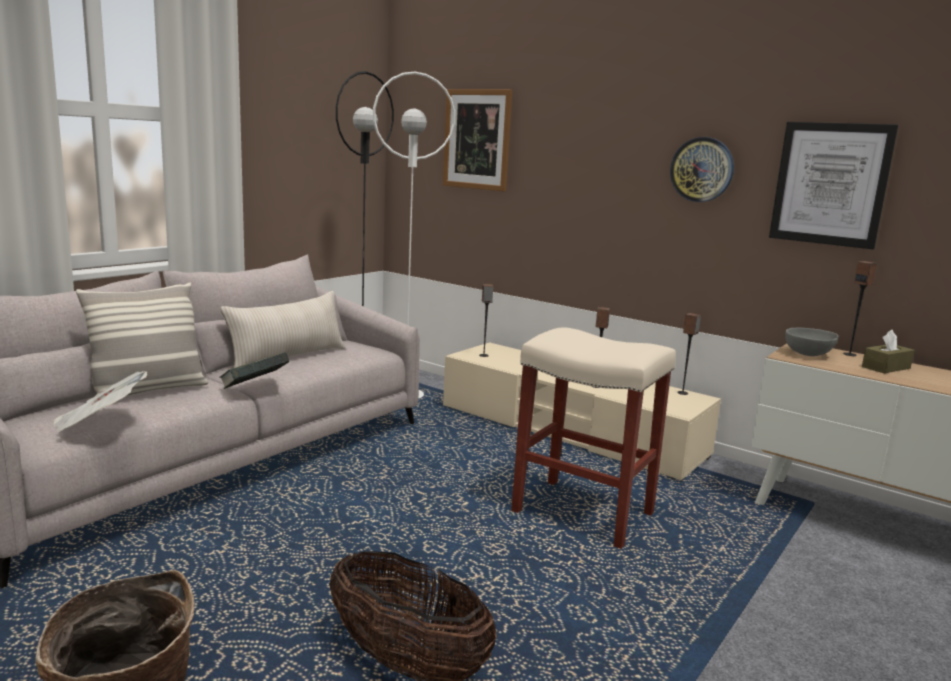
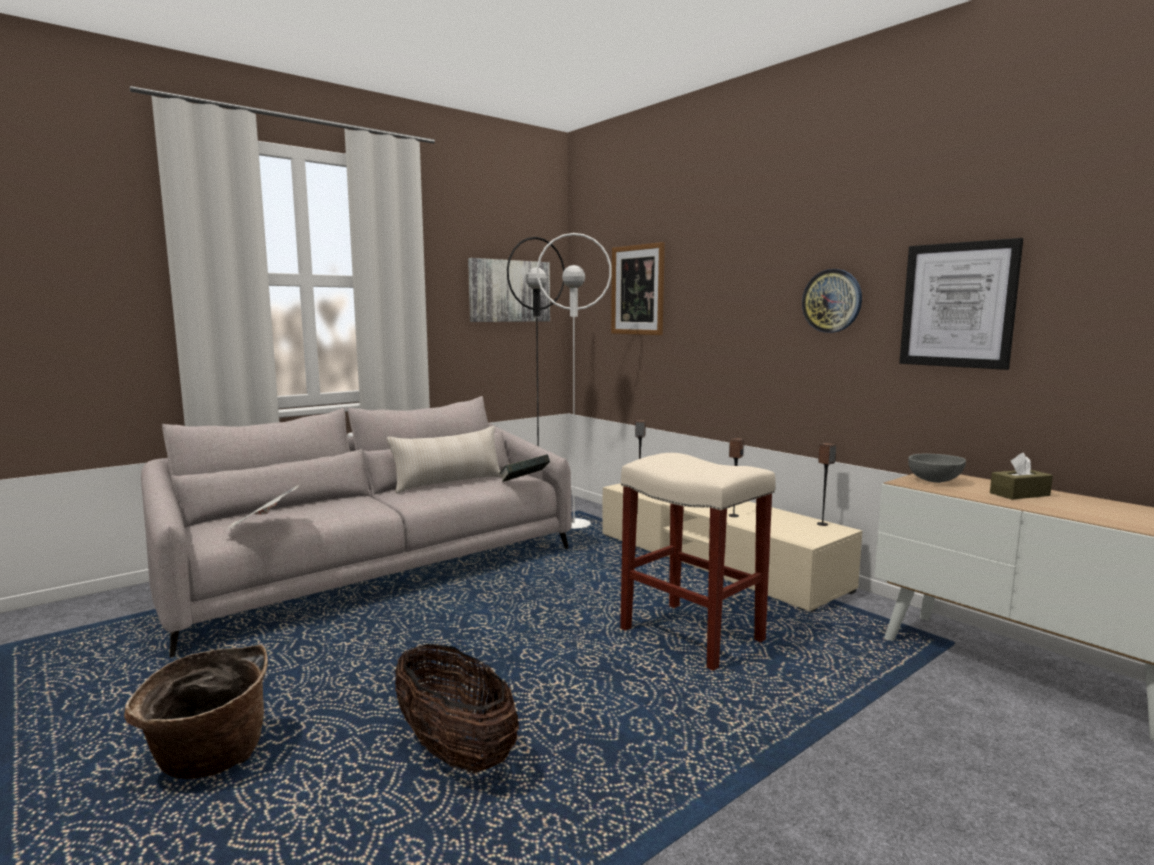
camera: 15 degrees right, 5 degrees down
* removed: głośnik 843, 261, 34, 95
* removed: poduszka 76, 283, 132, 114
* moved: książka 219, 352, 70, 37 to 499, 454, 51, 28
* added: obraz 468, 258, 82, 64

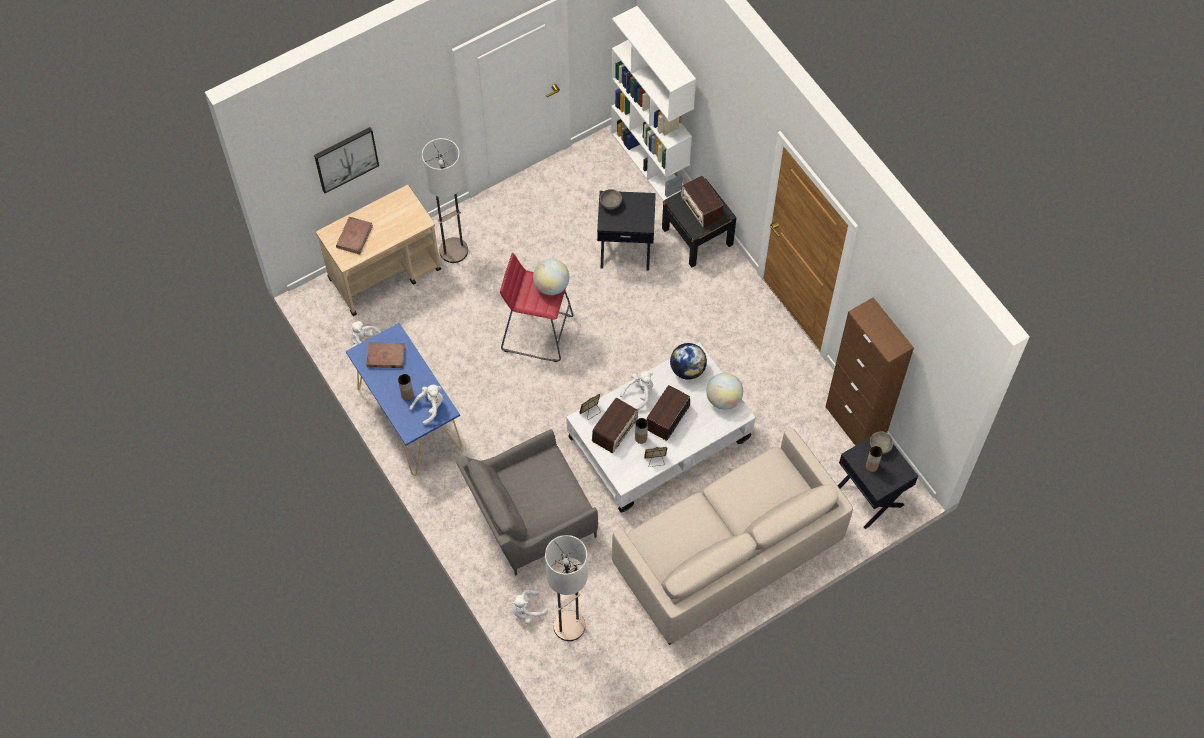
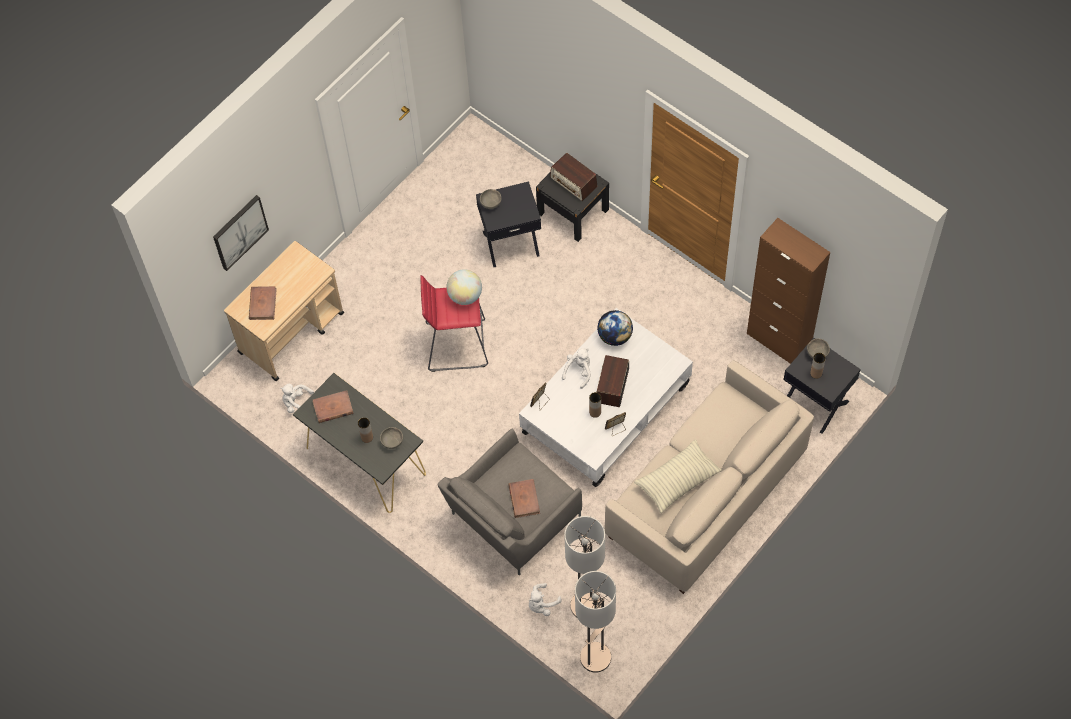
camera: 15 degrees left, 0 degrees up
* removed: regał [biały] 611, 6, 85, 195
* moved: lampa stojąca 422, 138, 46, 125 to 575, 571, 41, 102
* recoloured: stolik konsolowy [niebieski] 346, 323, 116, 153 to stolik konsolowy [czarny] 293, 373, 133, 140
* removed: globus 706, 373, 37, 37
* replaced: pluszak [biały] 409, 385, 34, 40 to miska [szary] 380, 427, 23, 22
* removed: radio 592, 397, 46, 56
* added: poduszka 634, 440, 88, 73
* added: książka [brązowy] 508, 479, 32, 39

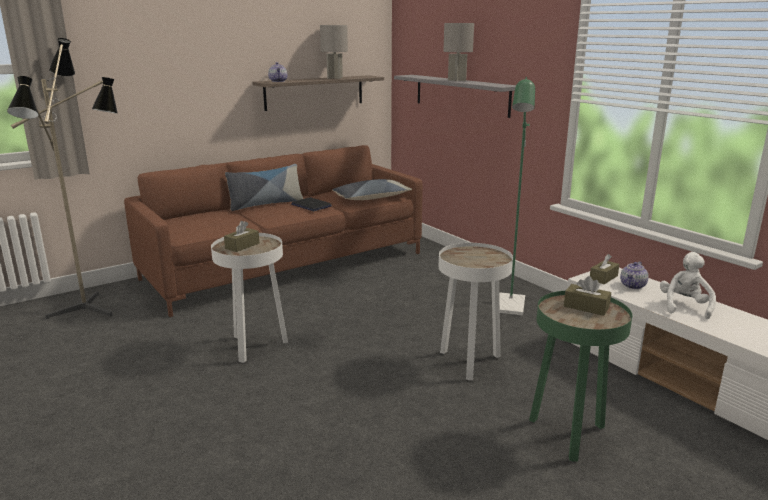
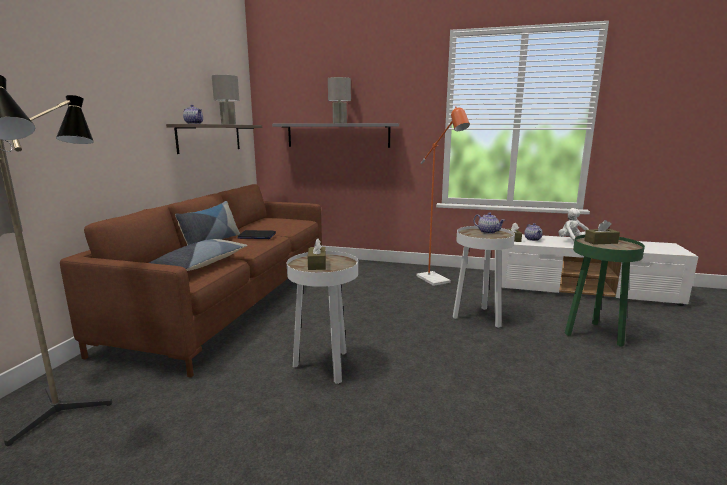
camera: 40 degrees left, 5 degrees down
* recoloured: lampa stojąca [zielony] 499, 77, 36, 238 to lampa stojąca [pomarańczowy] 417, 106, 53, 180
* moved: poduszka 332, 179, 80, 21 to 149, 239, 98, 32
* added: imbryk 474, 213, 31, 21

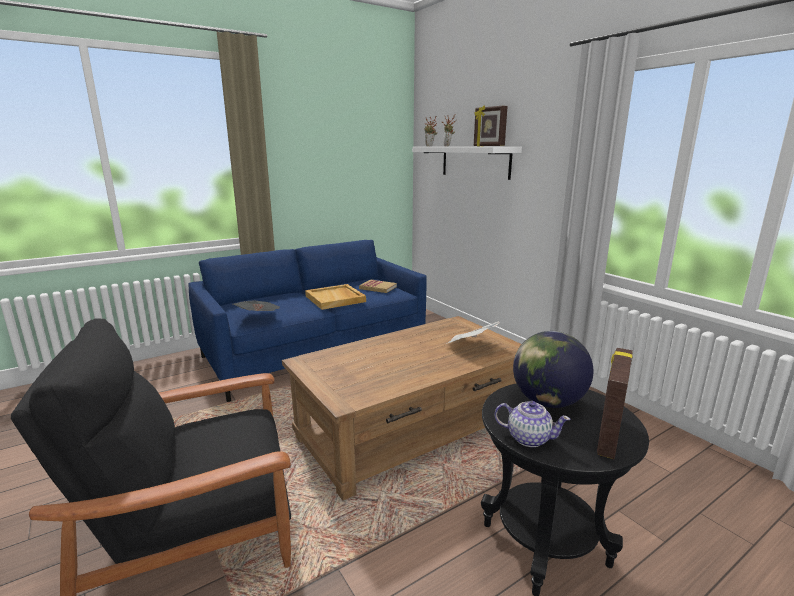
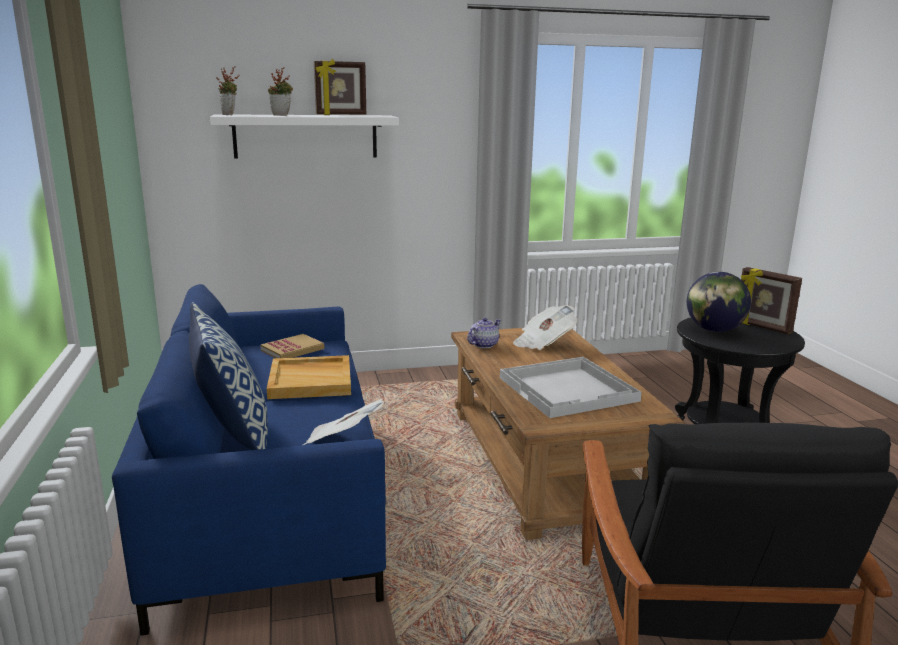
camera: 70 degrees left, 0 degrees up
* moved: imbryk 495, 401, 75, 46 to 467, 318, 34, 30
* added: poduszka 189, 302, 79, 148
* added: taca [biały] 500, 357, 142, 61

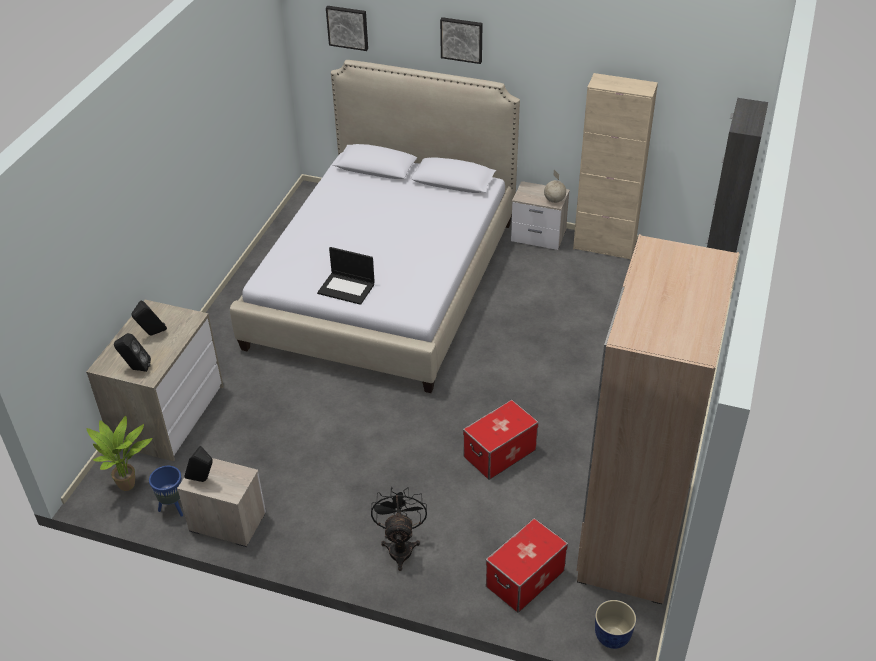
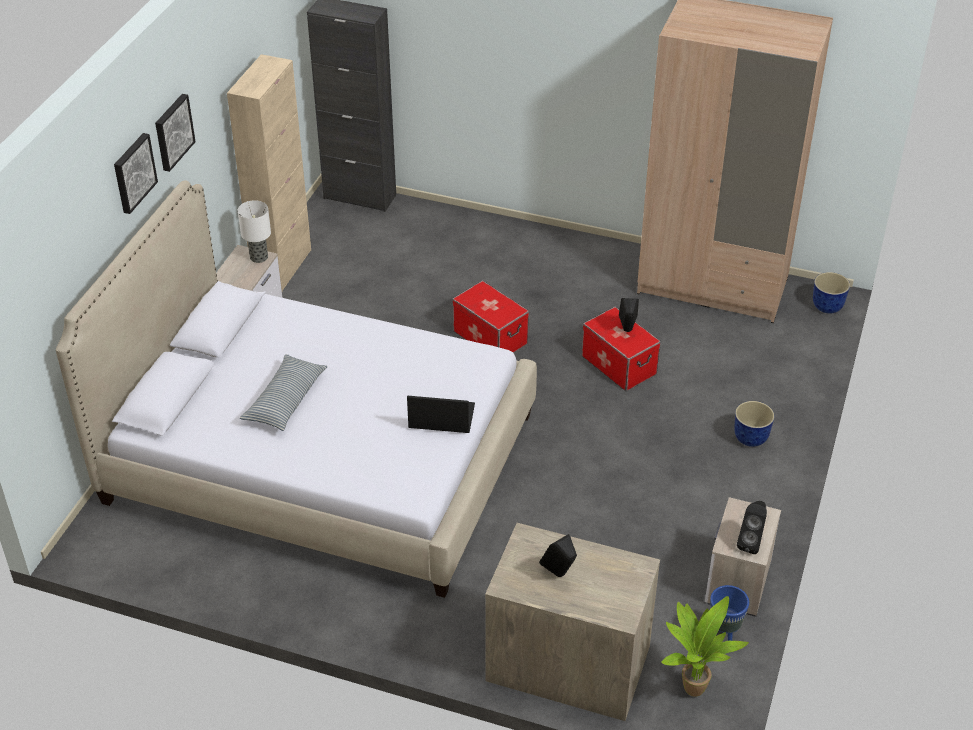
camera: 90 degrees left, 0 degrees up
* moved: obraz 326, 6, 42, 45 to 155, 94, 41, 78
* replaced: globus 544, 170, 22, 33 to lampa stołowa 238, 200, 33, 63
* turned: laptop 317, 247, 58, 58 = 407, 396, 68, 37 105 degrees counterclockwise
* moved: głośnik [czarny] 114, 333, 37, 39 to 619, 298, 20, 34
* replaced: wentylator [czarny] 371, 487, 56, 84 to donica 734, 401, 40, 46
* moved: pojemnik do przechowywania 486, 518, 82, 95 to 452, 280, 77, 73
* added: poduszka 240, 354, 88, 77

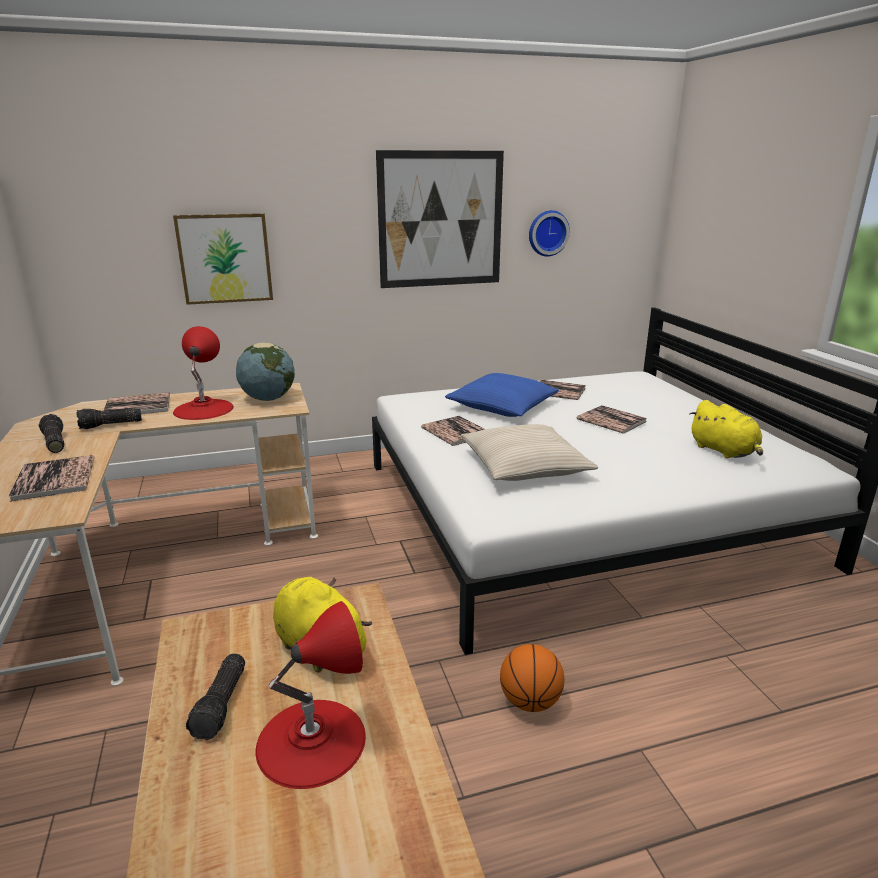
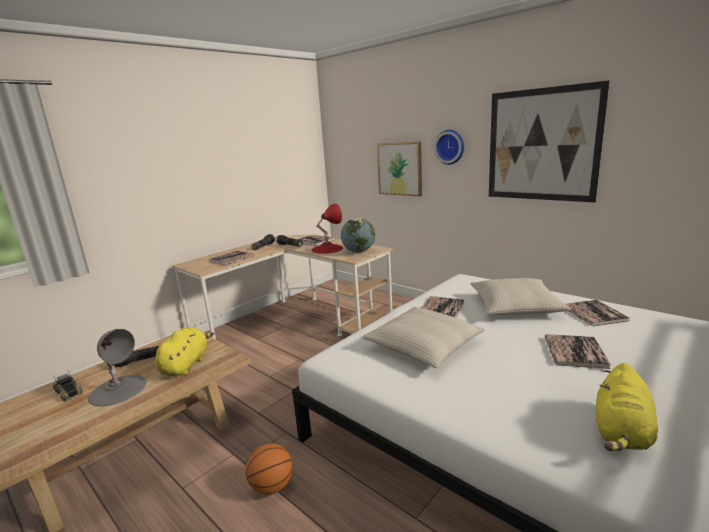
camera: 60 degrees right, 5 degrees down
* moved: zegar ścienny 529, 210, 41, 46 to 434, 130, 30, 35
* recoloured: poduszka [niebieski] 445, 373, 114, 44 to poduszka [beżowy] 470, 278, 101, 37
* recoloured: lampa stołowa [czerwony] 256, 601, 110, 188 to lampa stołowa [szary] 88, 329, 59, 77
* added: ciężarówka zabawkowa 53, 370, 30, 31

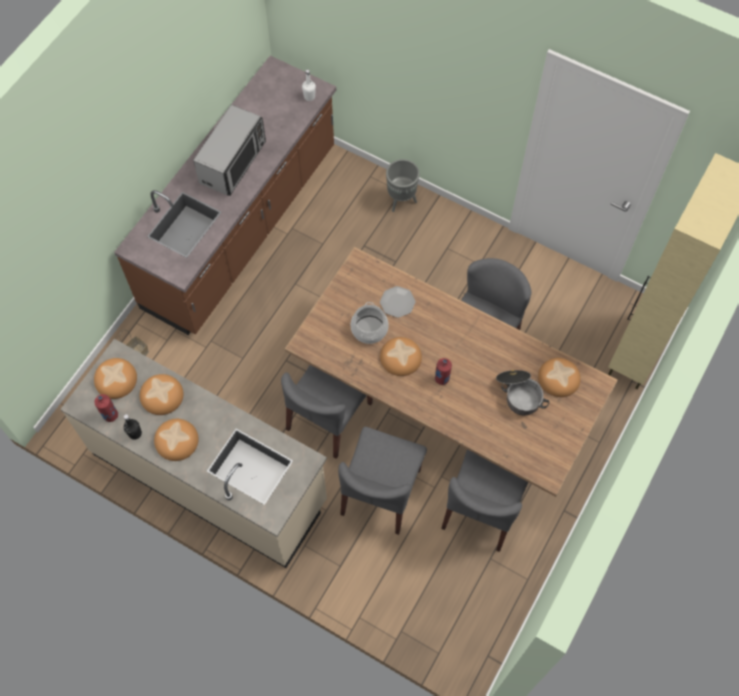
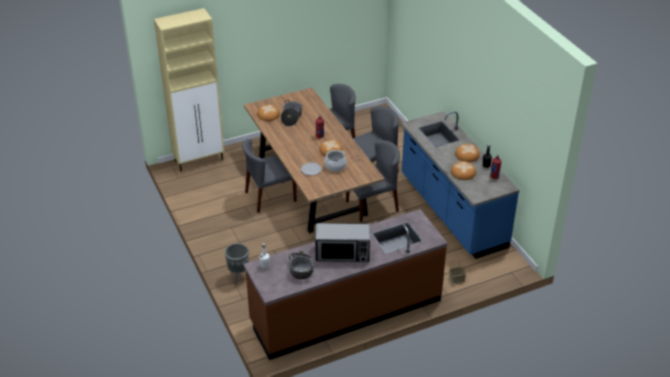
camera: 145 degrees left, 25 degrees down
* turned: mikrofalówka 193, 105, 73, 91 = 315, 223, 55, 39 150 degrees counterclockwise
* recoloured: zabudowa kuchenna [beżowy] 60, 339, 267, 229 to zabudowa kuchenna [niebieski] 401, 111, 119, 148
* removed: chleb 94, 358, 43, 41
* added: garnek 289, 251, 25, 28

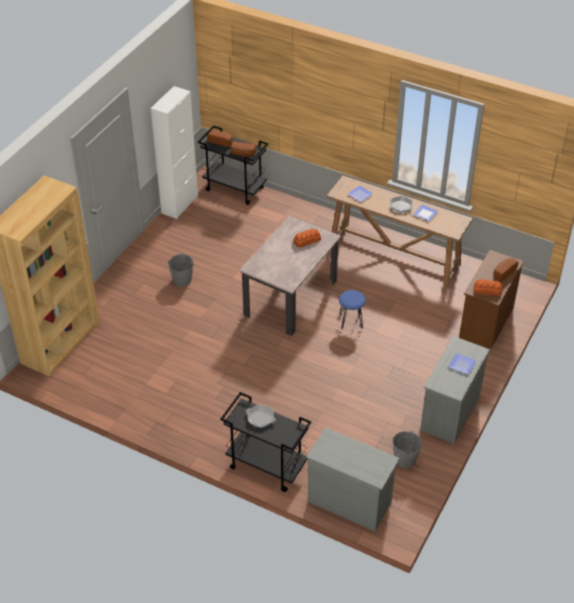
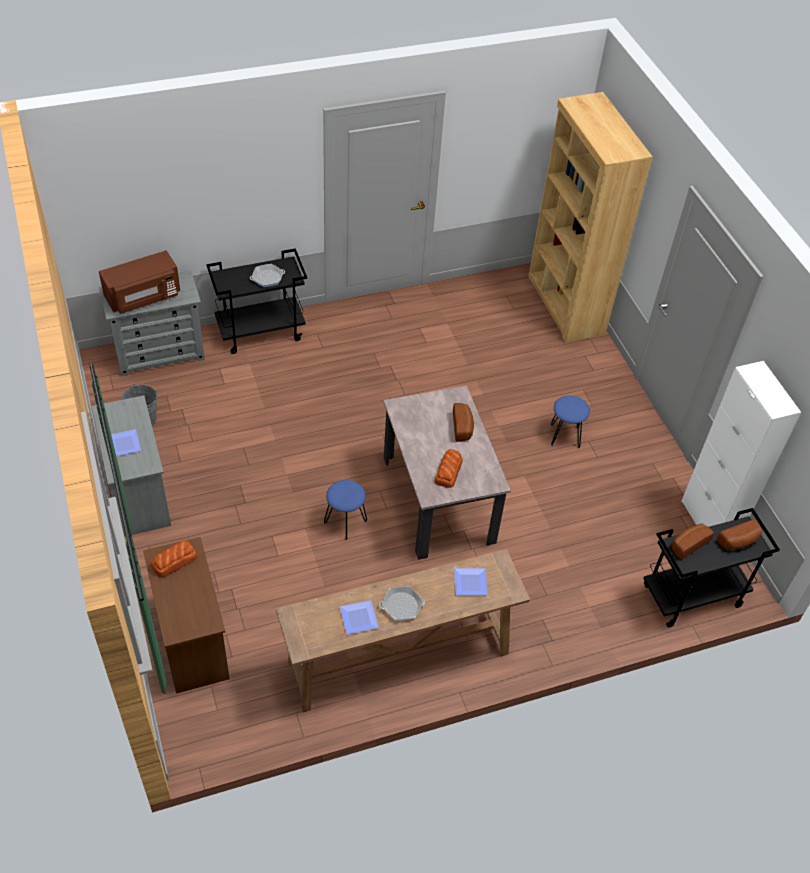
camera: 130 degrees right, 5 degrees up
* replaced: wiadro [szary] 168, 254, 26, 33 to stołek [niebieski] 551, 395, 39, 53
* moved: chleb 494, 258, 24, 24 to 453, 403, 21, 39
* added: mikrofalówka [brązowy] 99, 250, 81, 64

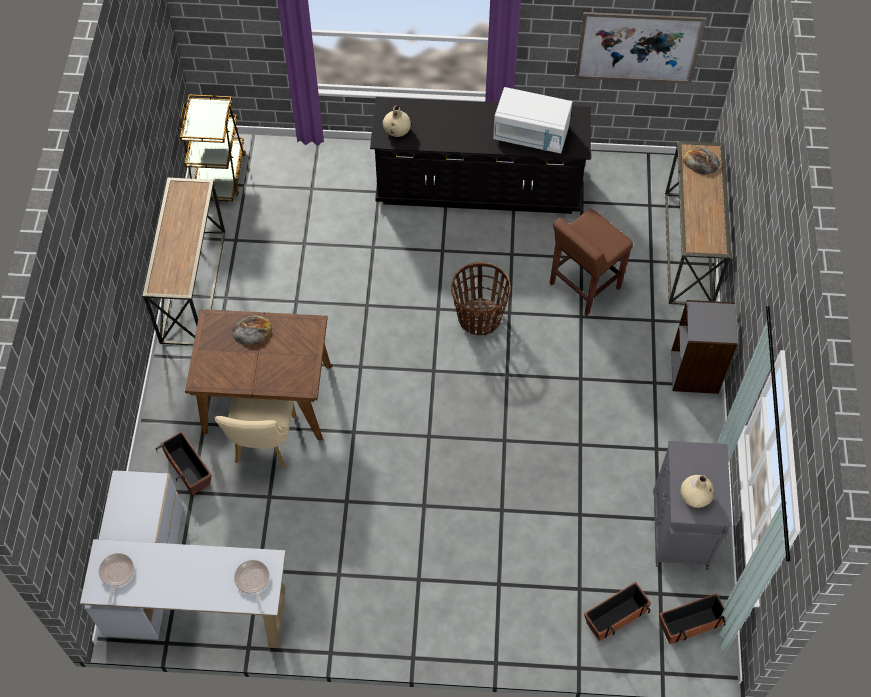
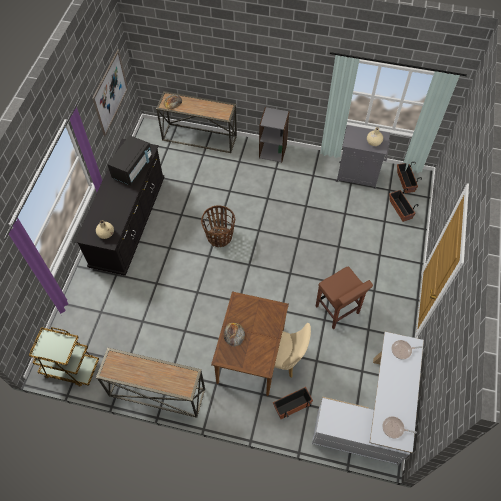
camera: 80 degrees left, 0 degrees up
* recoloured: mikrofalówka [biały] 493, 87, 79, 67 to mikrofalówka [czarny] 107, 135, 45, 50
* moved: stołek [brązowy] 550, 209, 83, 107 to 316, 267, 57, 62

